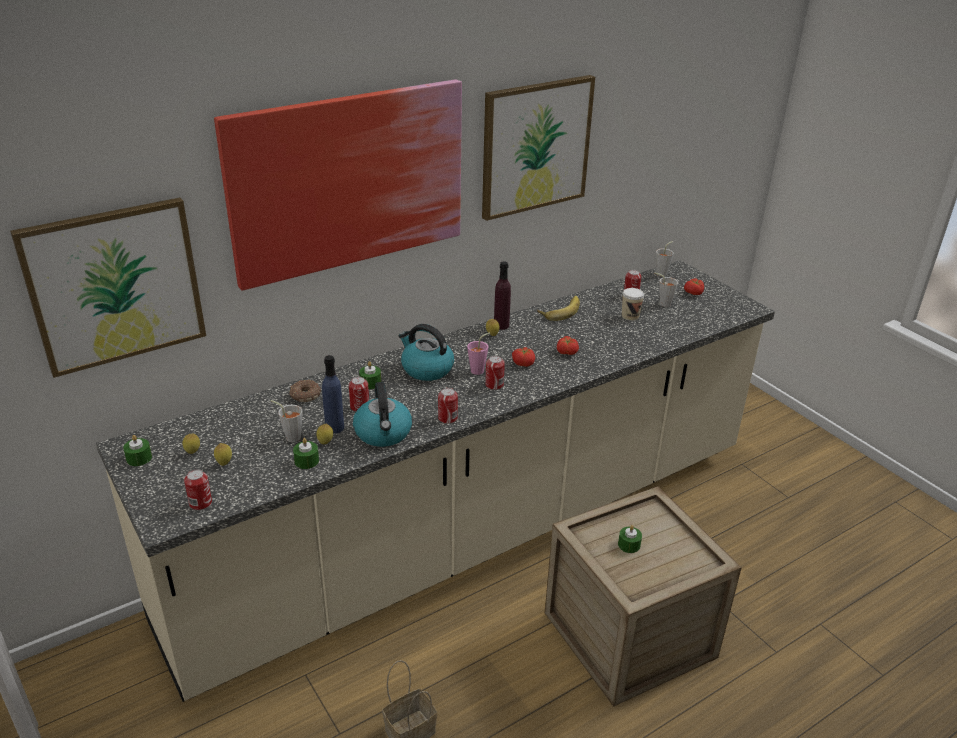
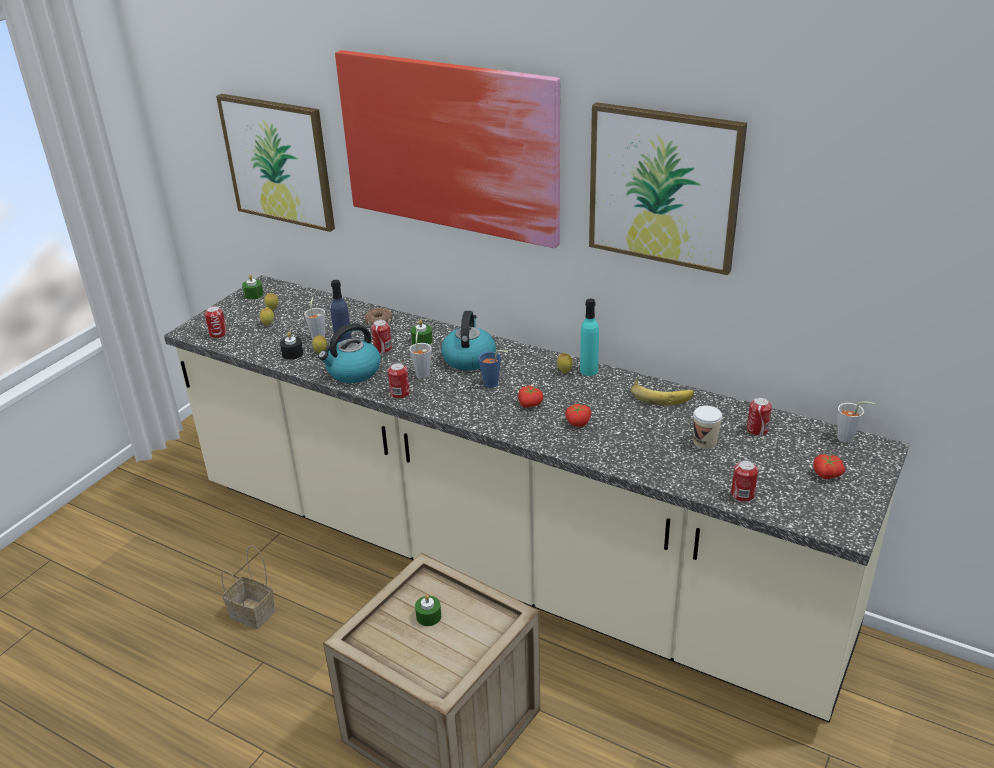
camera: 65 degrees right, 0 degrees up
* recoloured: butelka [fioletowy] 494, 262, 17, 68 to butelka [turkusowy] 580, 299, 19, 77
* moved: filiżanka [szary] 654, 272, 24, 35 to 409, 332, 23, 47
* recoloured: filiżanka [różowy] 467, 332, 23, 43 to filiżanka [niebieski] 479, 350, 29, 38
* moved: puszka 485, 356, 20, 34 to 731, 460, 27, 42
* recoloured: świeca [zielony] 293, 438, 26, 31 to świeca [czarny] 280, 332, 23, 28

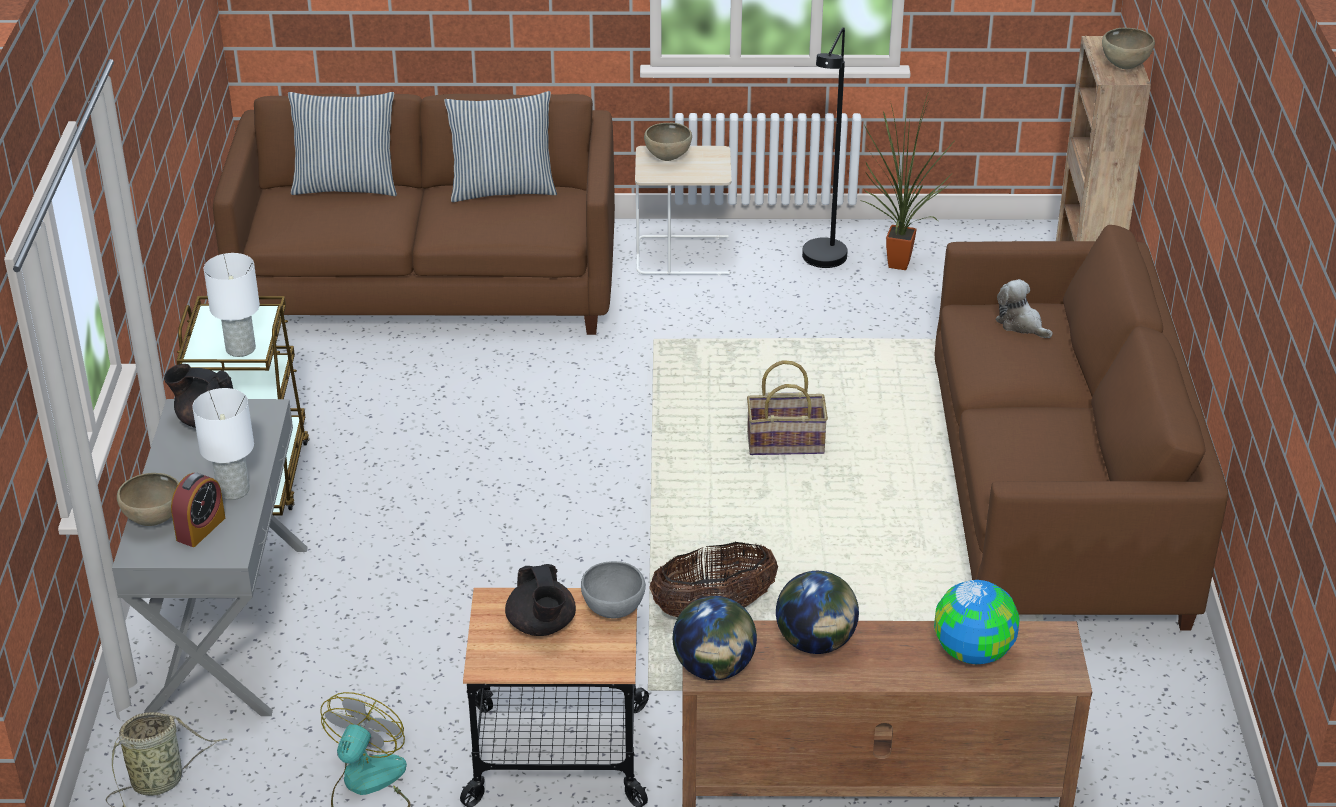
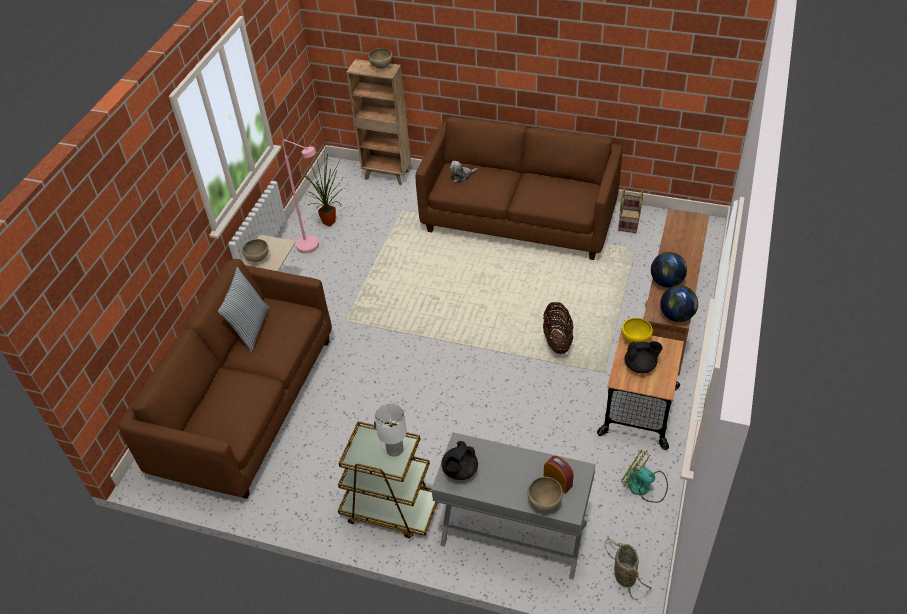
camera: 70 degrees left, 10 degrees up
* recoloured: lampa stojąca [czarny] 802, 27, 46, 241 to lampa stojąca [różowy] 282, 140, 37, 113
* removed: poduszka 288, 92, 109, 104
* moved: koszyk 747, 360, 81, 95 to 618, 188, 25, 45
* removed: lampa stołowa [biały] 193, 388, 61, 112
* recoloured: miska [szary] 581, 561, 65, 57 to miska [żółty] 622, 318, 31, 25
* removed: globus 934, 580, 86, 84

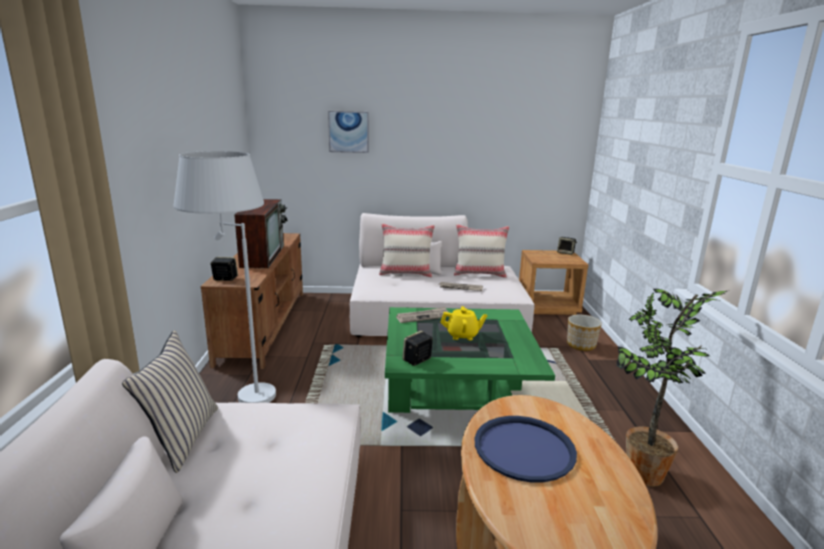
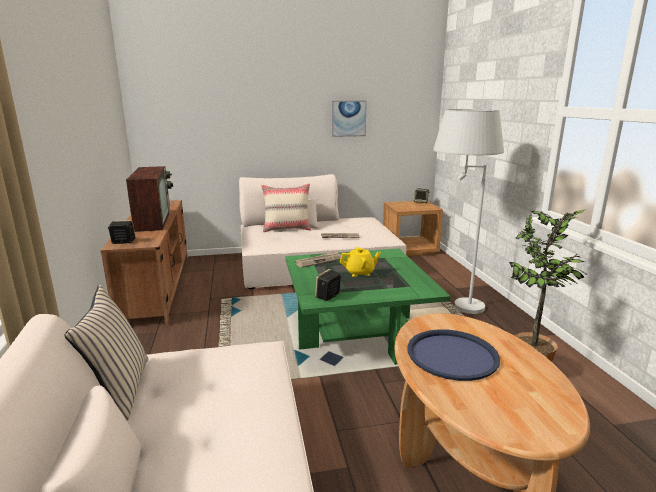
camera: 10 degrees left, 0 degrees up
* moved: obraz 328, 111, 41, 42 to 332, 100, 35, 37
* moved: lampa stojąca [biały] 174, 151, 102, 252 to 433, 109, 71, 205
* removed: poduszka [beżowy] 454, 224, 55, 54
* removed: donica 567, 315, 35, 36

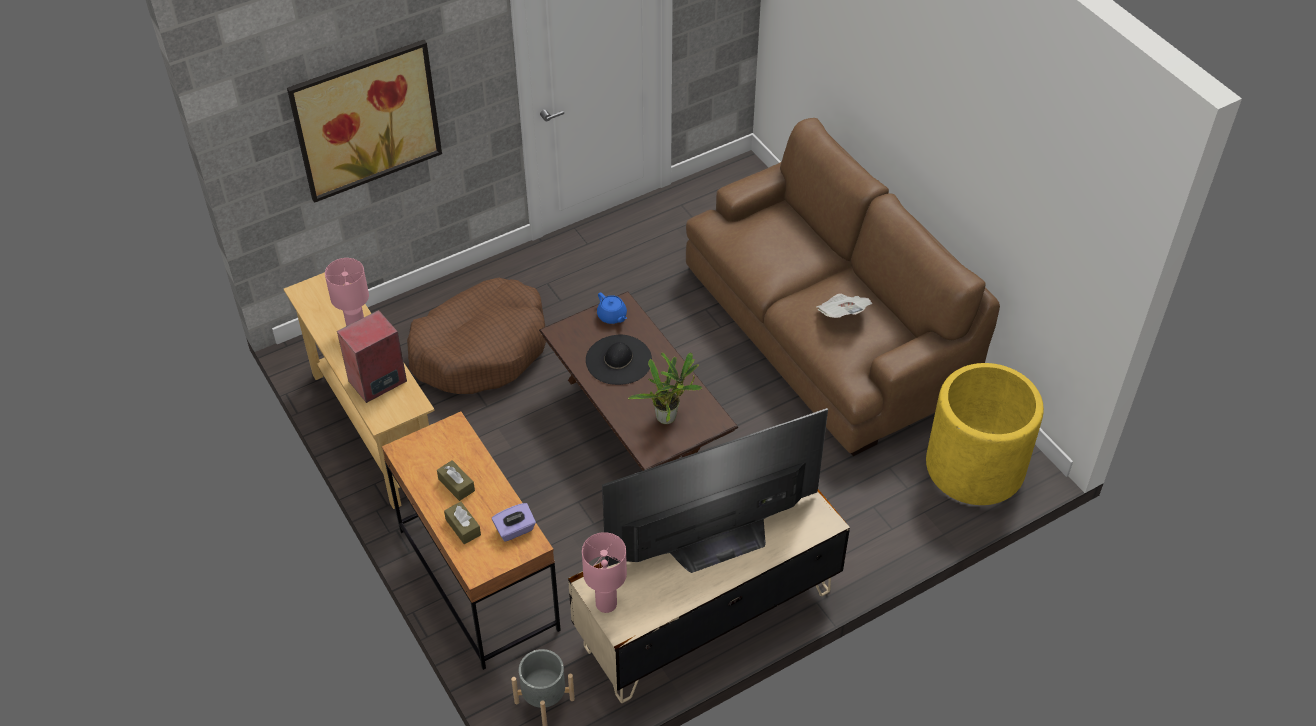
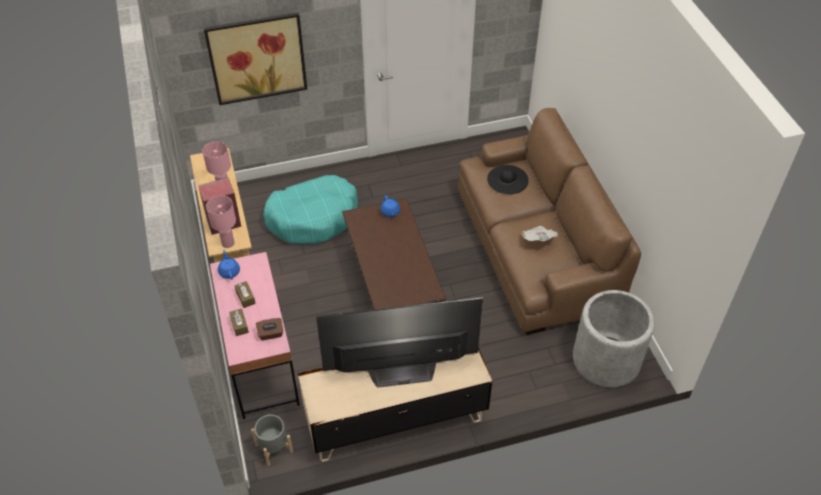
camera: 15 degrees right, 0 degrees up
* recoloured: legowisko [brązowy] 407, 278, 139, 116 to legowisko [turkusowy] 263, 175, 95, 69
* moved: kapelusz [czarny] 586, 335, 66, 50 to 487, 165, 42, 29
* removed: roślina doniczkowa 628, 352, 75, 72
* recoloured: donica [żółty] 926, 363, 118, 142 to donica [szary] 573, 290, 82, 97
* recoloured: biurko [brązowy] 382, 412, 179, 258 to biurko [różowy] 210, 252, 90, 167
* recoloured: pudełko chusteczek [fioletowy] 492, 503, 44, 39 to pudełko chusteczek [brązowy] 256, 318, 27, 22
* moved: lampa stołowa [różowy] 582, 532, 45, 81 to 206, 195, 30, 53
* added: imbryk [niebieski] 218, 250, 22, 30

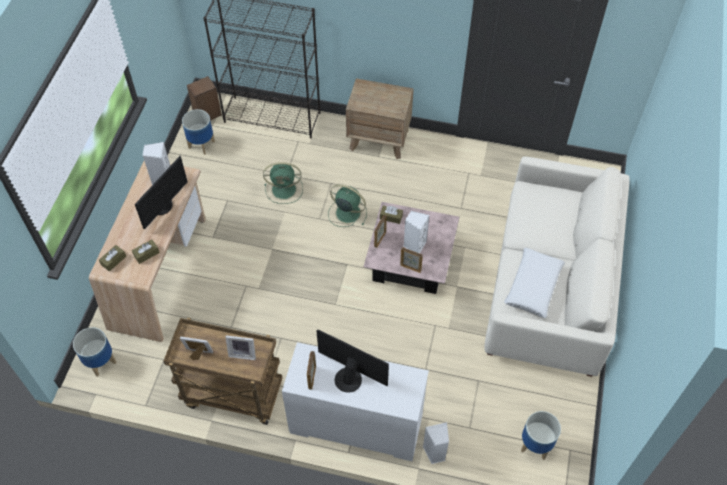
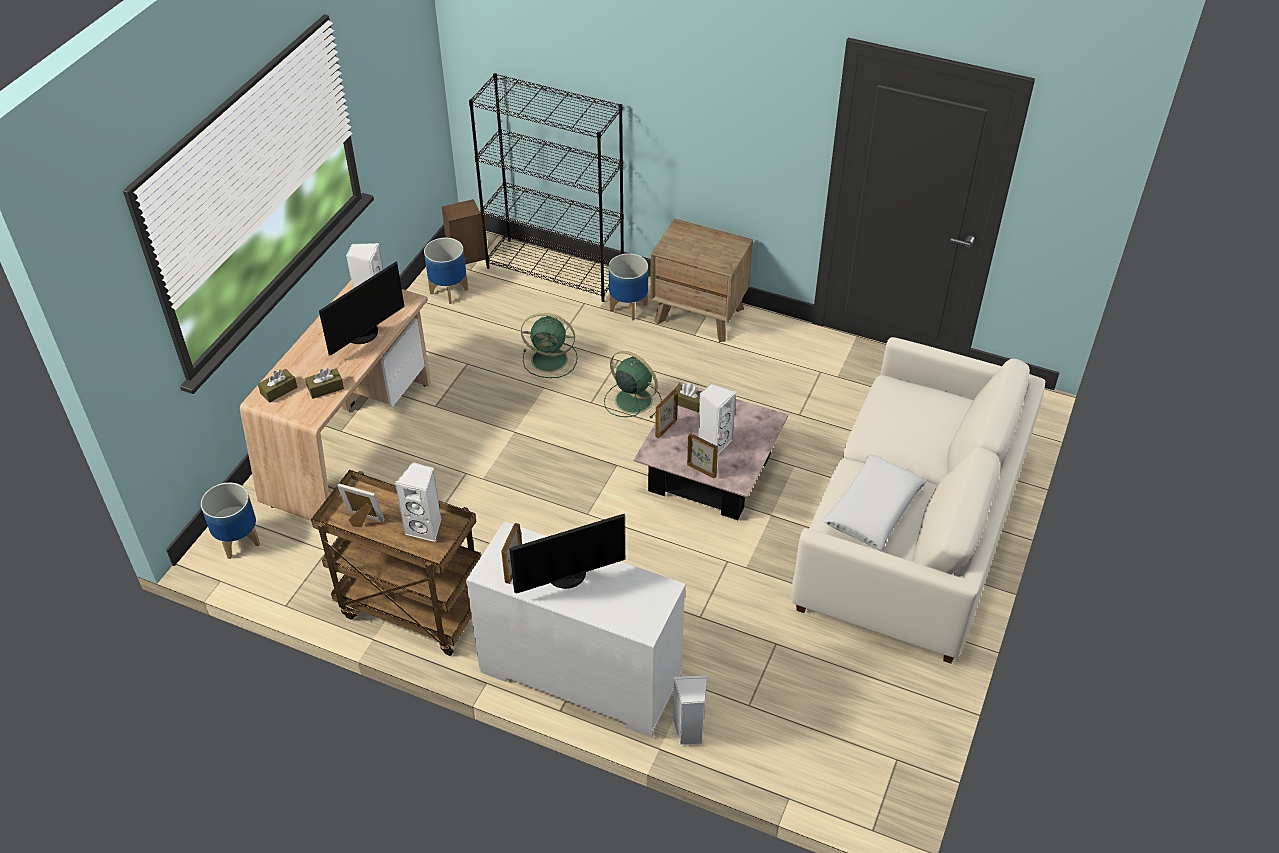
camera: 10 degrees right, 10 degrees down
* turned: monitor 316, 330, 73, 63 = 509, 513, 116, 80 120 degrees clockwise
* replaced: ramka na zdjęcie 225, 335, 31, 25 to głośnik [biały] 395, 462, 47, 80
* moved: donica 521, 411, 40, 49 to 609, 253, 39, 67

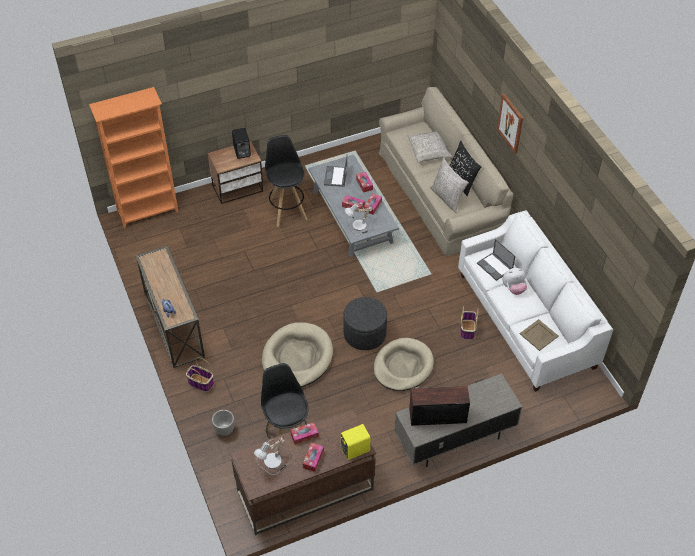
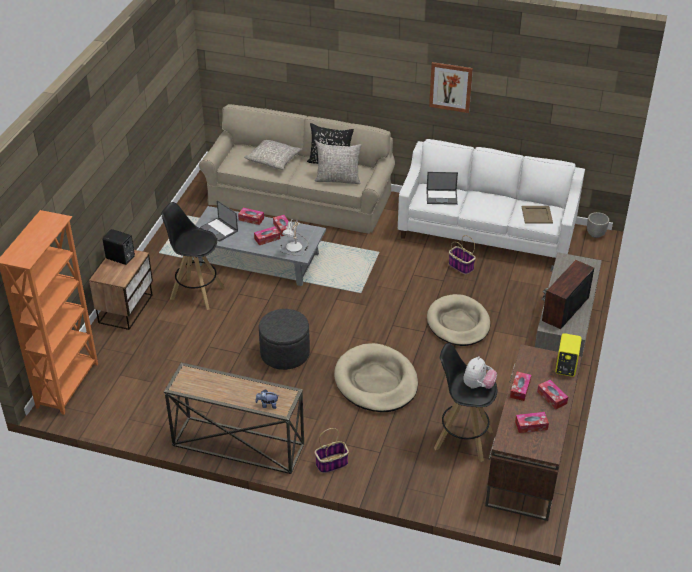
camera: 50 degrees left, 10 degrees down
* moved: obraz 497, 94, 26, 60 to 429, 62, 44, 51
* moved: pluszak 502, 268, 25, 27 to 464, 356, 33, 33
* moved: pufa [szary] 343, 297, 44, 53 to 259, 309, 51, 61
* moved: donica 212, 410, 22, 26 to 587, 212, 22, 26
* replaced: lampa stołowa 254, 436, 36, 39 to pudełko chusteczek 515, 412, 34, 21

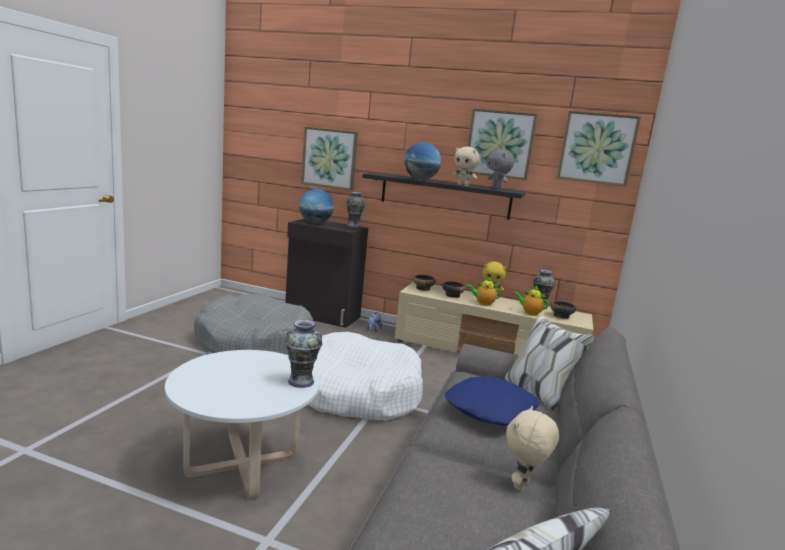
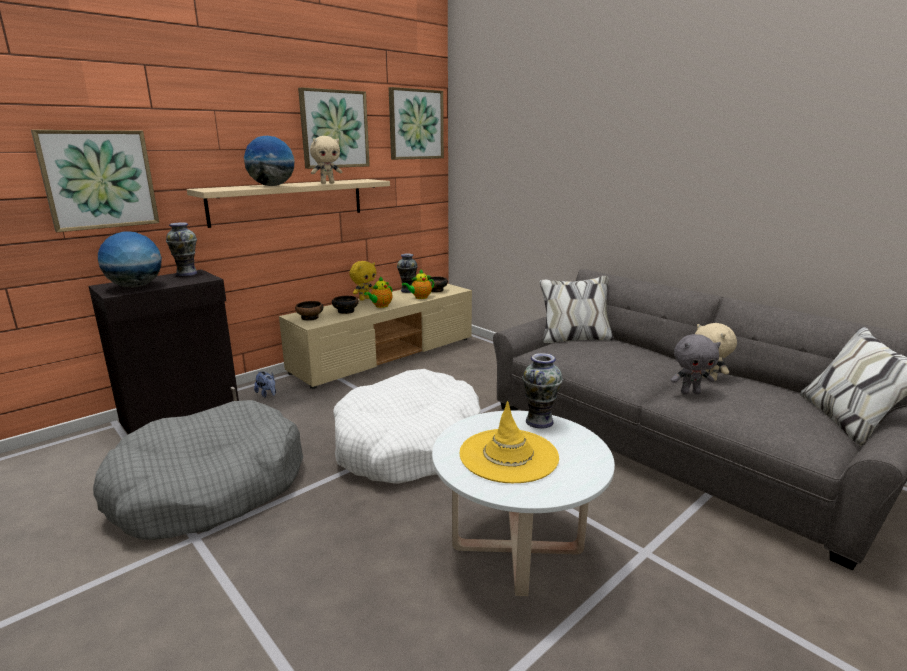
camera: 60 degrees left, 5 degrees up
* moved: pluszak [szary] 487, 150, 27, 40 to 670, 334, 51, 61
* recoloured: półka [czarny] 362, 173, 163, 47 to półka [beżowy] 187, 179, 203, 49
* removed: poduszka [niebieski] 445, 376, 94, 50
* added: kapelusz [żółty] 460, 401, 99, 82

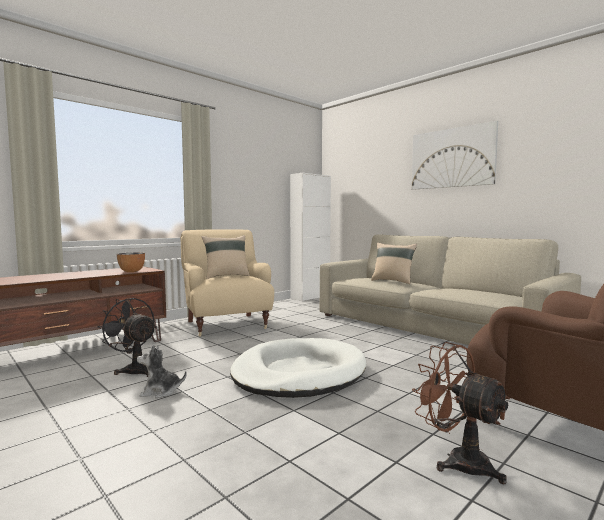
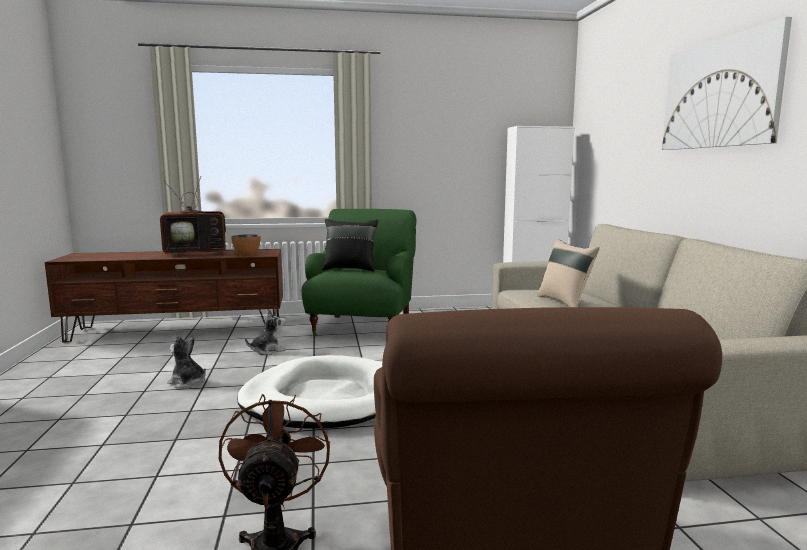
camera: 35 degrees right, 5 degrees up
* recoloured: fotel [beżowy] 180, 229, 94, 108 to fotel [zielony] 302, 209, 114, 127
* recoloured: poduszka [beżowy] 201, 235, 49, 44 to poduszka [czarny] 322, 219, 56, 53
* removed: wentylator [czarny] 97, 298, 59, 79
* added: telewizor 160, 177, 76, 80
* added: pluszak 245, 309, 41, 46

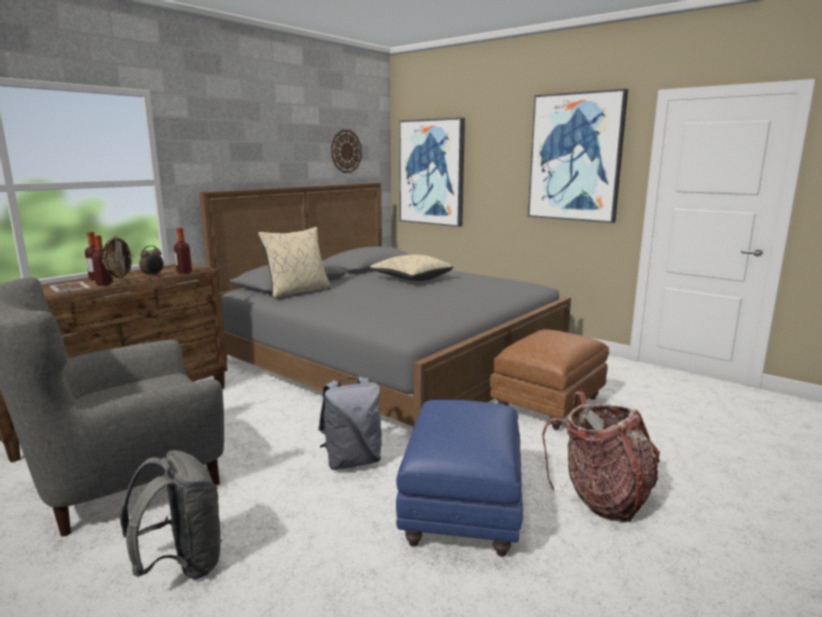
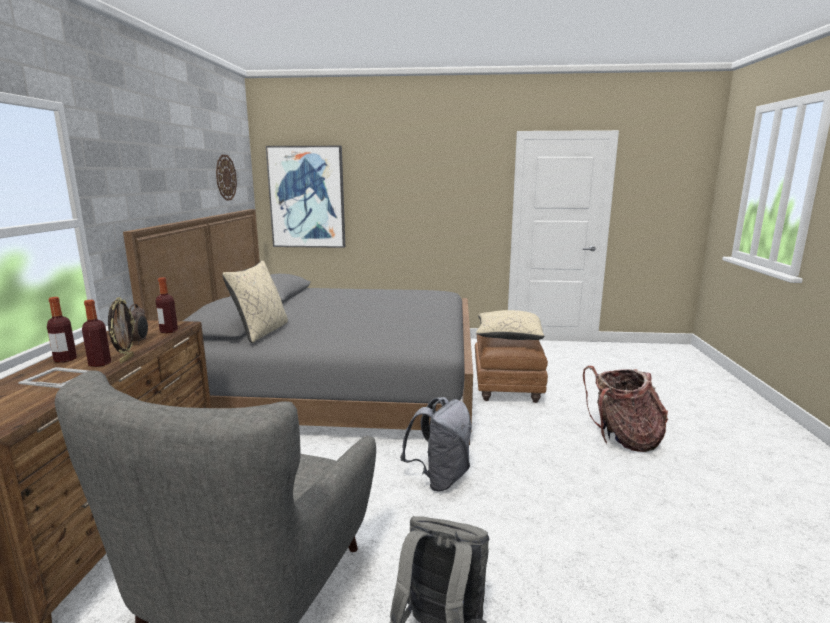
camera: 35 degrees left, 0 degrees up
* removed: obraz 528, 89, 100, 134
* moved: poduszka [beżowy] 370, 255, 83, 26 to 476, 310, 69, 30
* removed: pufa [niebieski] 396, 400, 127, 157

